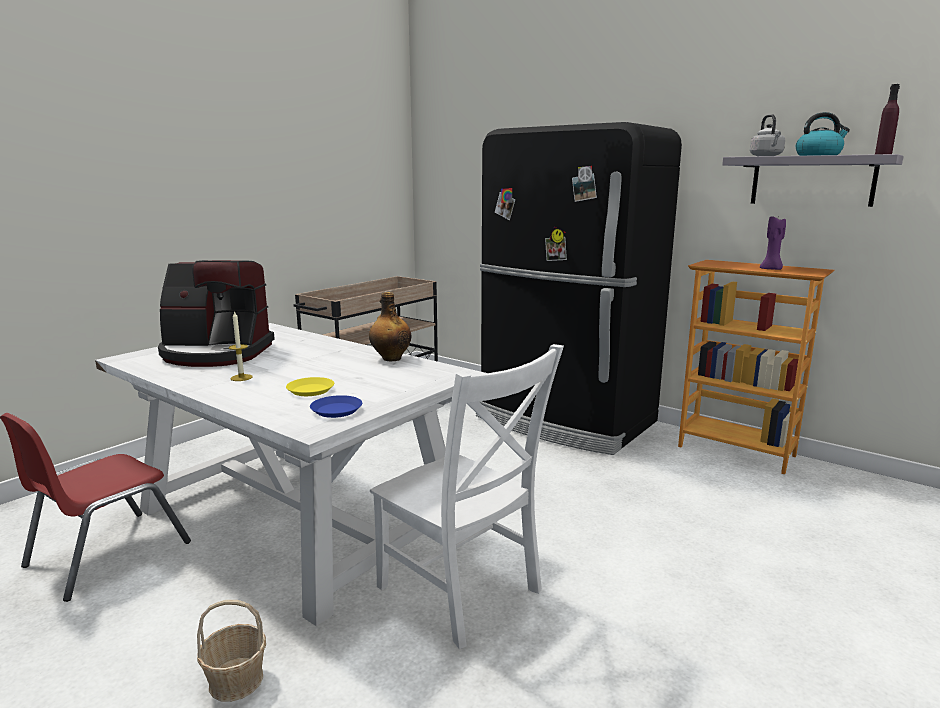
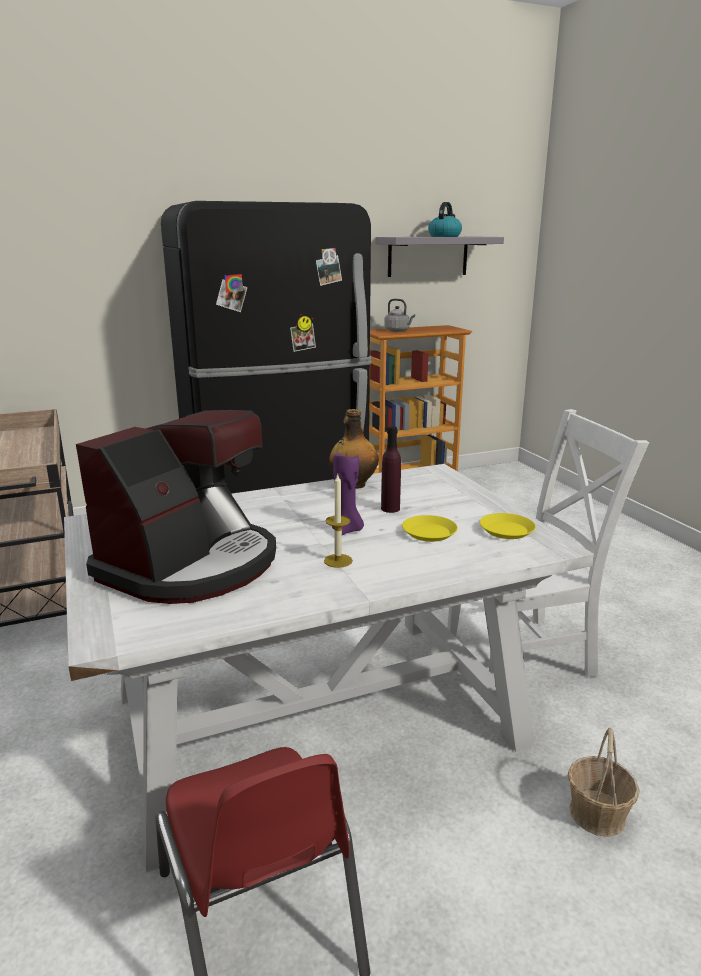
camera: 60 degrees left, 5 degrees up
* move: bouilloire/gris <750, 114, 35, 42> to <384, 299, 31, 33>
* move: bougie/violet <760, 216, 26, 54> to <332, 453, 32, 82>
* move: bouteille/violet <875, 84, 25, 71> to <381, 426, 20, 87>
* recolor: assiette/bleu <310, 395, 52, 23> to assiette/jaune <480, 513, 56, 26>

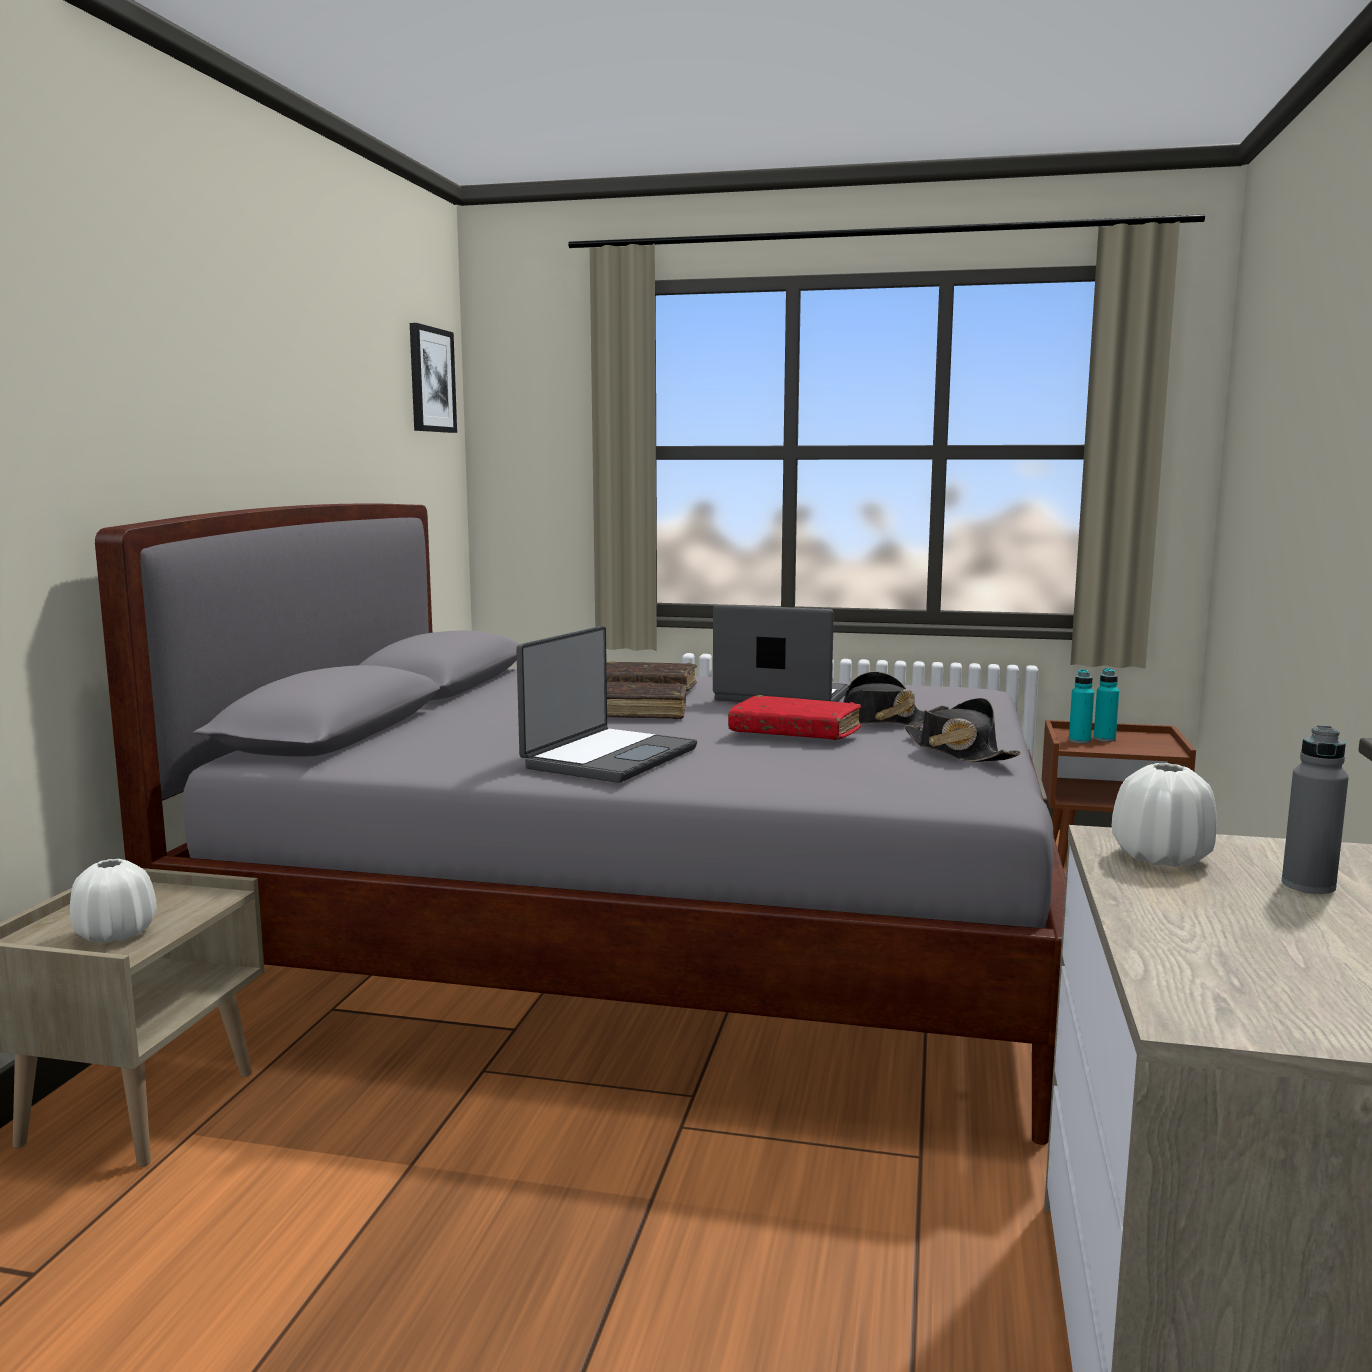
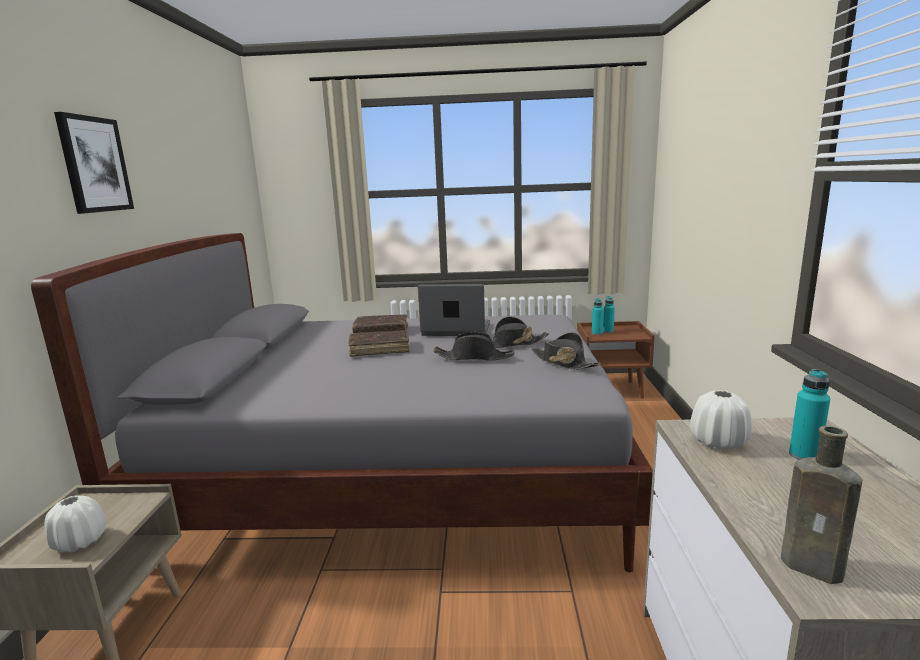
camera: 10 degrees left, 5 degrees up
* delete: ordinateur portable <516, 626, 181, 157>
* insert: bouteille/marron <781, 426, 81, 158>
* move: tableau <410, 323, 47, 110> to <54, 112, 80, 102>
* replace: livre/rouge <728, 695, 133, 45> to chapeau/noir <433, 332, 81, 29>
* recolor: bouteille/gris <1282, 725, 67, 169> to bouteille/turquoise <789, 369, 41, 91>

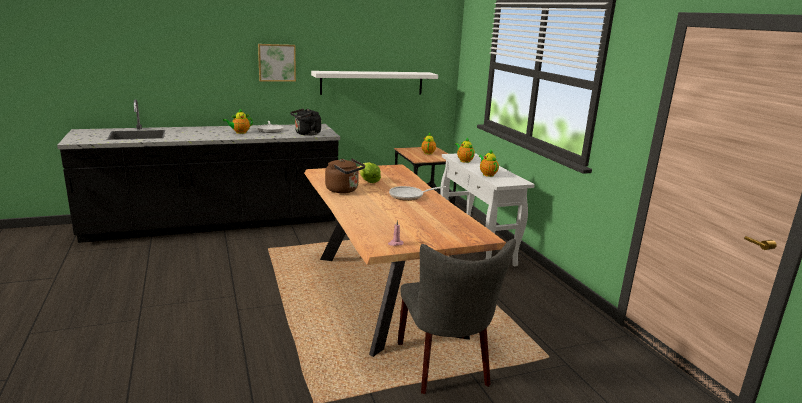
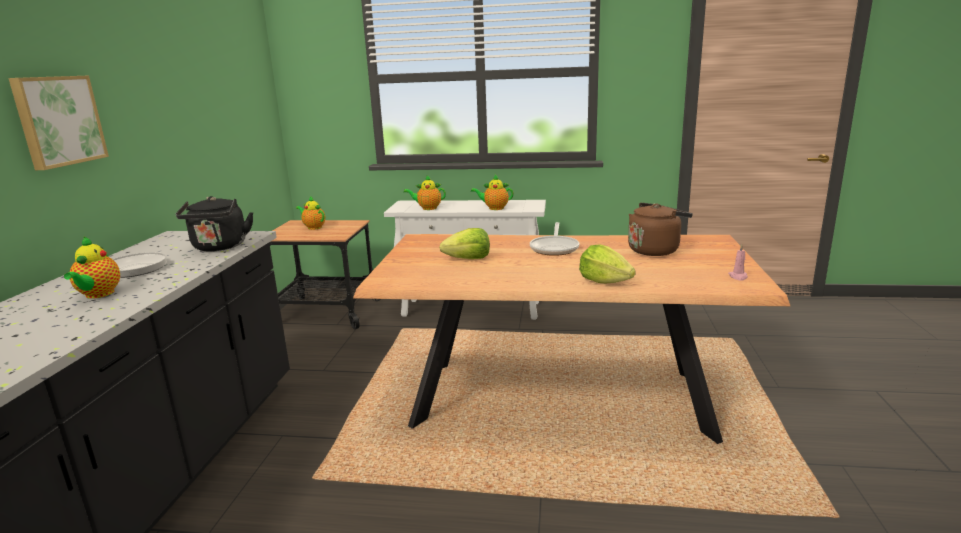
camera: 60 degrees left, 0 degrees up
* delete: étagère/blanc <311, 71, 127, 24>
* delete: chaise/gris <398, 239, 118, 155>
* insert: laitue <579, 244, 57, 39>
* move: bouilloire/marron <325, 158, 40, 35> to <628, 203, 65, 53>

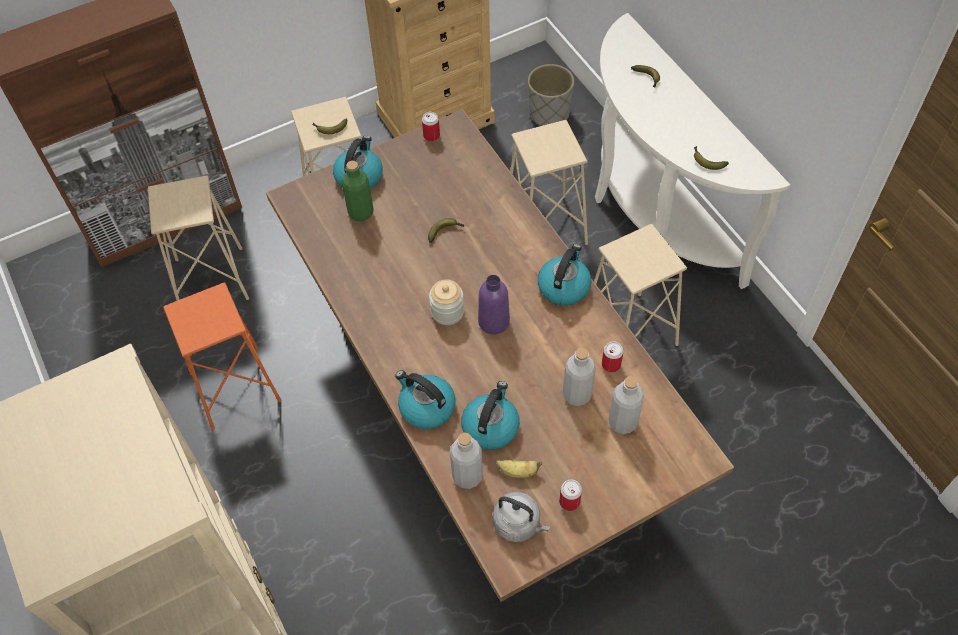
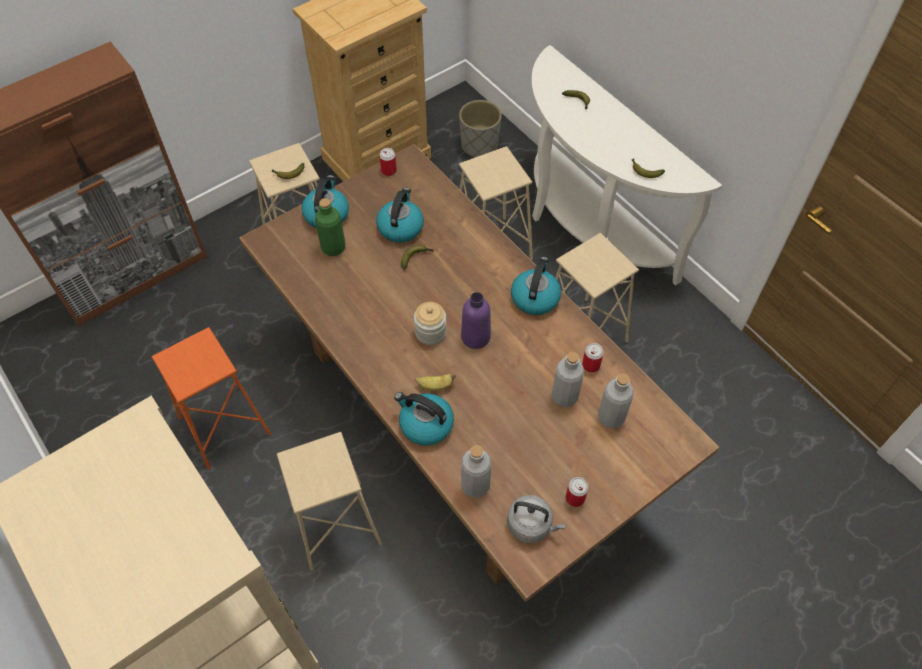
camera: 10 degrees left, 0 degrees up
* move: tabouret/beige <148, 175, 101, 126> to <277, 432, 105, 138>
* move: bouilloire <462, 381, 58, 69> to <376, 188, 48, 55>
* move: banane <496, 460, 46, 18> to <415, 374, 41, 17>

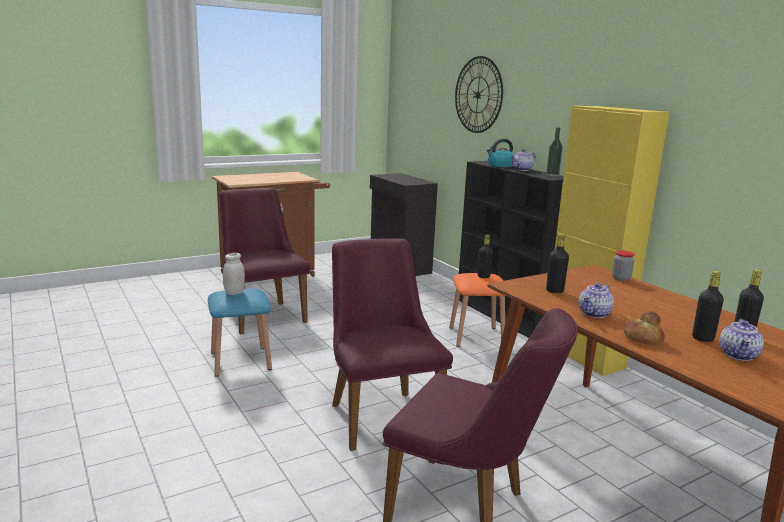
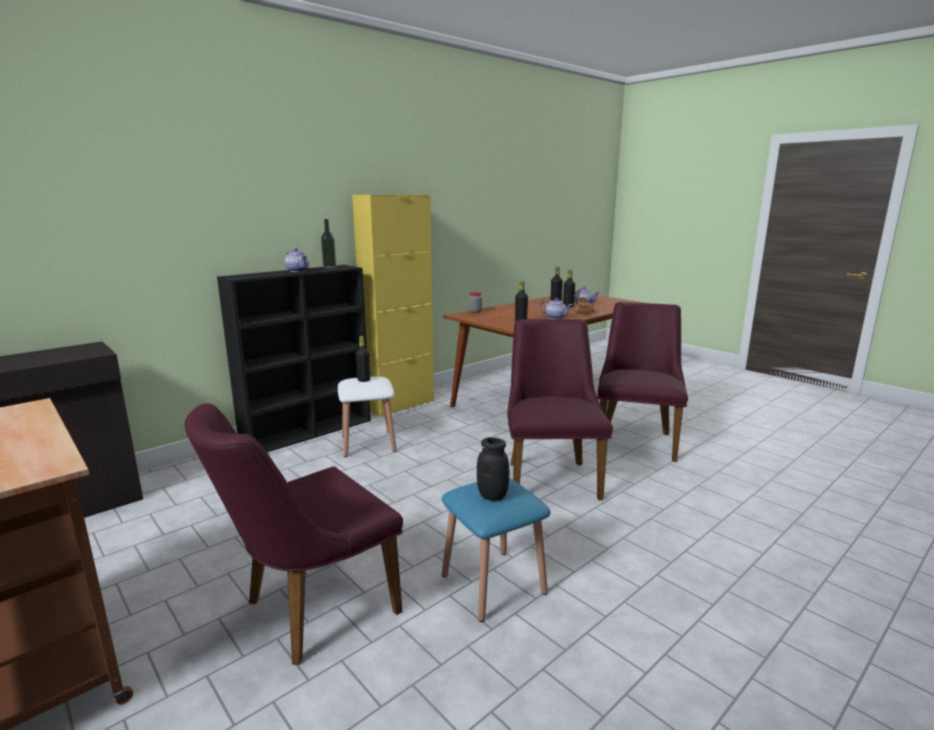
camera: 100 degrees left, 0 degrees up
* delete: horloge murale <455, 56, 48, 77>
* delete: bouilloire <486, 139, 28, 28>
* recolor: bocal/blanc <223, 253, 22, 42> to bocal/noir <477, 437, 32, 64>
* recolor: tabouret/orange <449, 273, 56, 74> to tabouret/blanc <338, 376, 59, 81>
* rotate: chaise/violet <332, 238, 121, 213> = <507, 319, 106, 181> 120 degrees clockwise

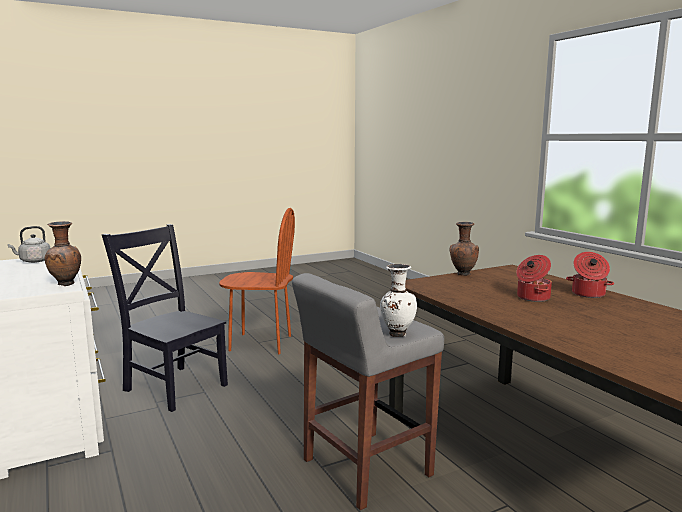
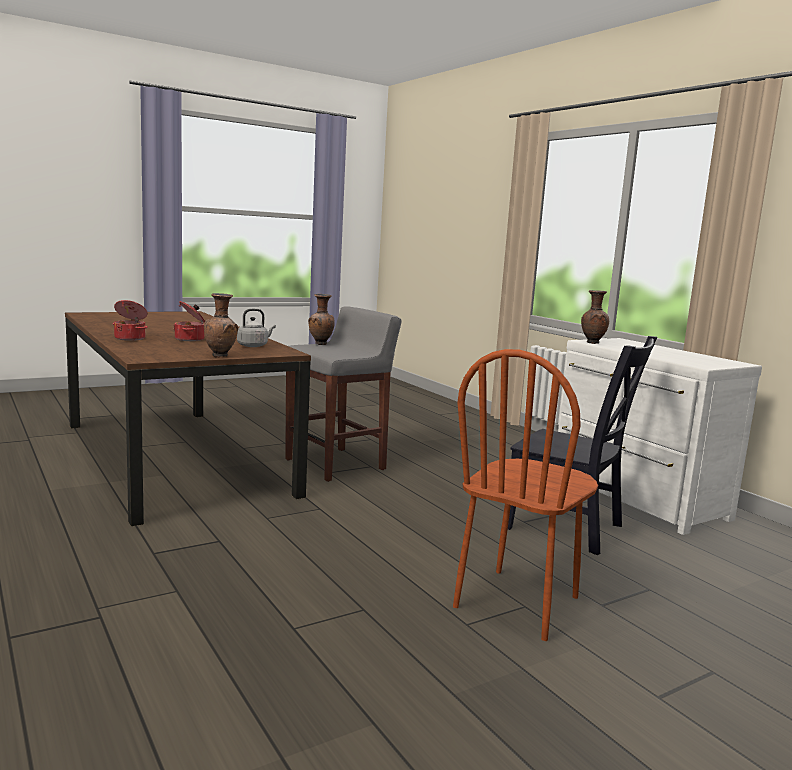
camera: 175 degrees right, 0 degrees up
* move: bouilloire/gris <8, 226, 43, 37> to <237, 309, 39, 38>
* recolor: vase/blanc <380, 264, 37, 73> to vase/marron <308, 294, 27, 51>
* rotate: chaise/marron <219, 208, 76, 146> = <453, 349, 145, 292> 60 degrees counterclockwise

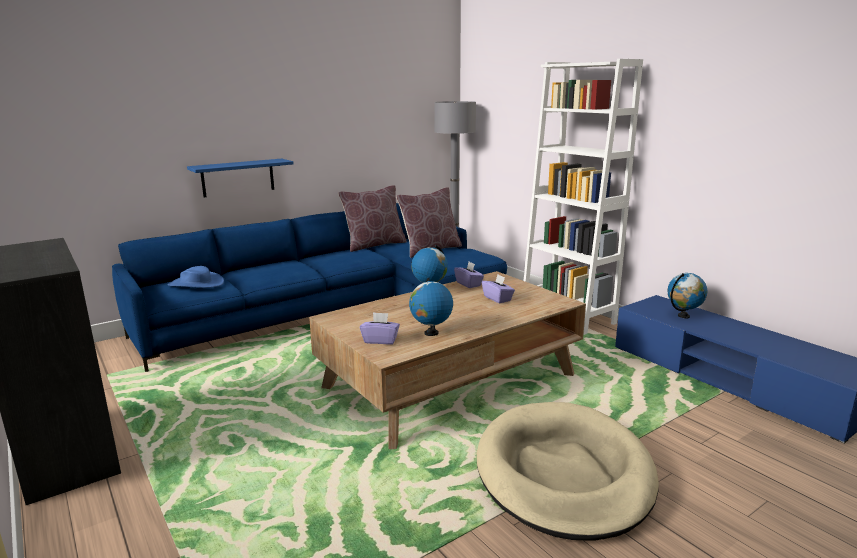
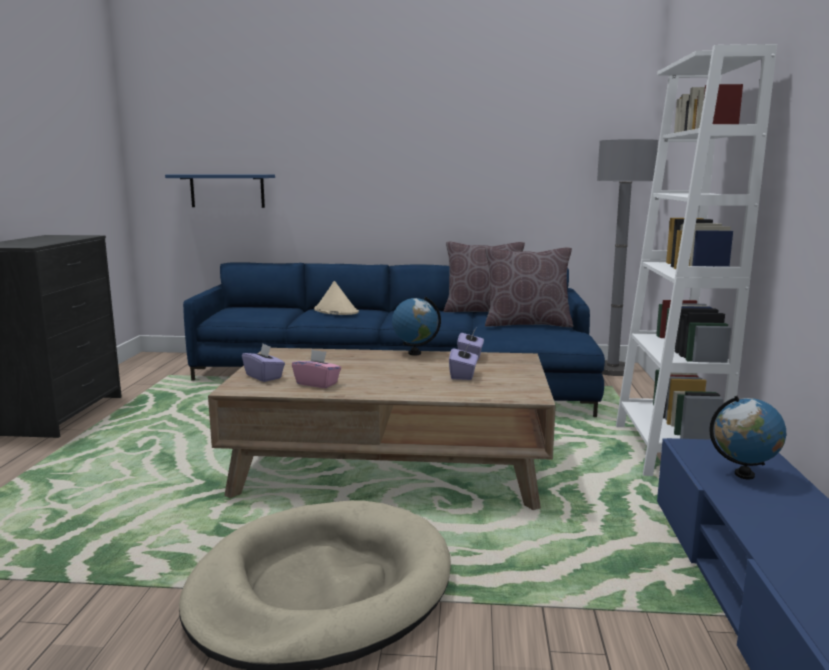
camera: 40 degrees right, 5 degrees down
* delete: chapeau/bleu <168, 266, 56, 22>
* insert: chapeau/beige <314, 281, 45, 34>
* move: étagère/bleu <187, 159, 107, 38> to <165, 174, 110, 34>
* replace: globe <409, 278, 44, 58> to boîte à mouchoirs/rose <292, 350, 49, 38>

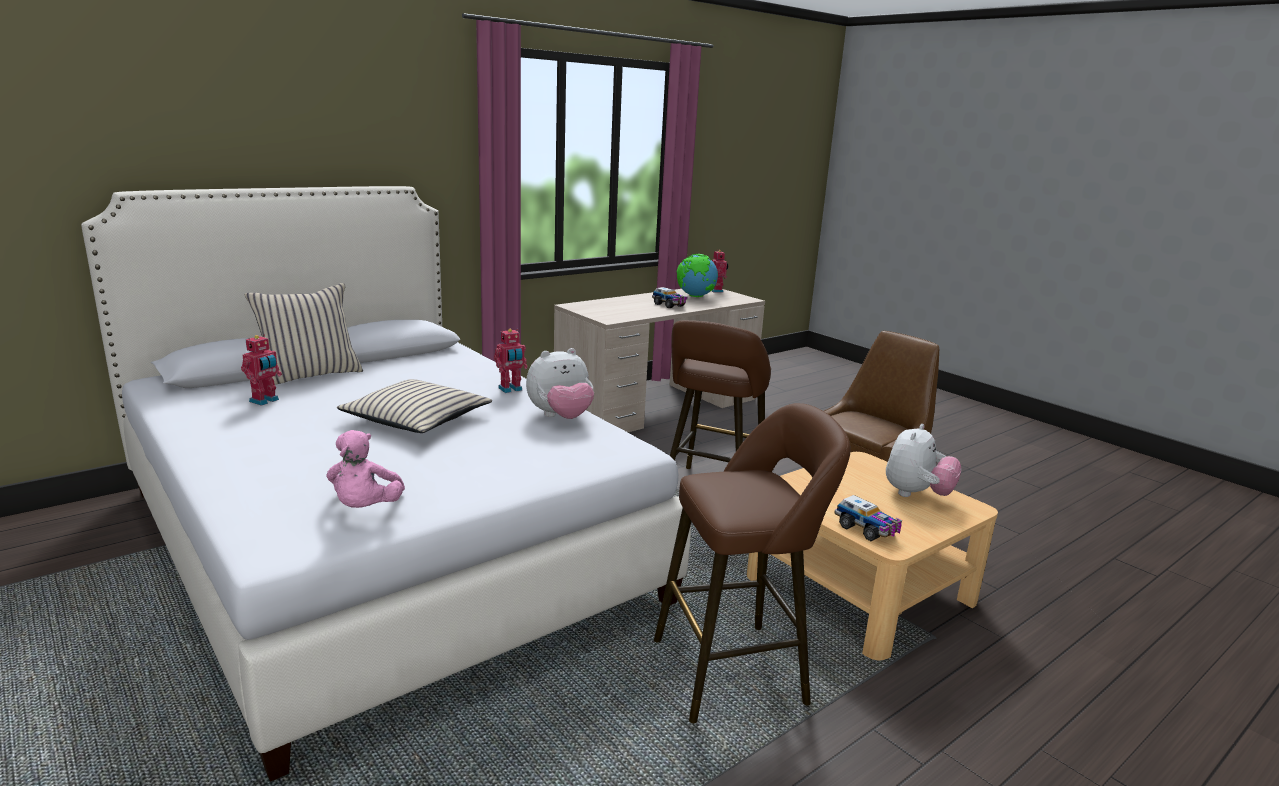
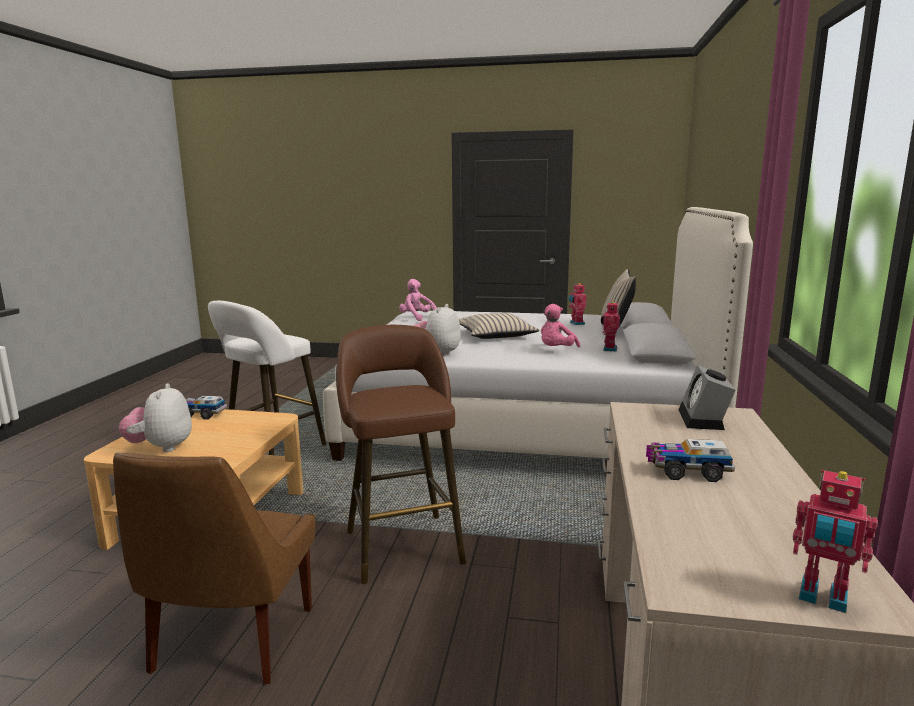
camera: 140 degrees right, 5 degrees down
* delete: globe <677, 254, 41, 43>
* insert: peluche/rose <541, 304, 39, 43>
* insert: réveil <679, 365, 57, 65>
* move: robot jouet <494, 329, 34, 64> to <601, 301, 19, 51>
* recolor: tabouret/marron <654, 403, 197, 320> to tabouret/blanc <208, 301, 118, 154>

